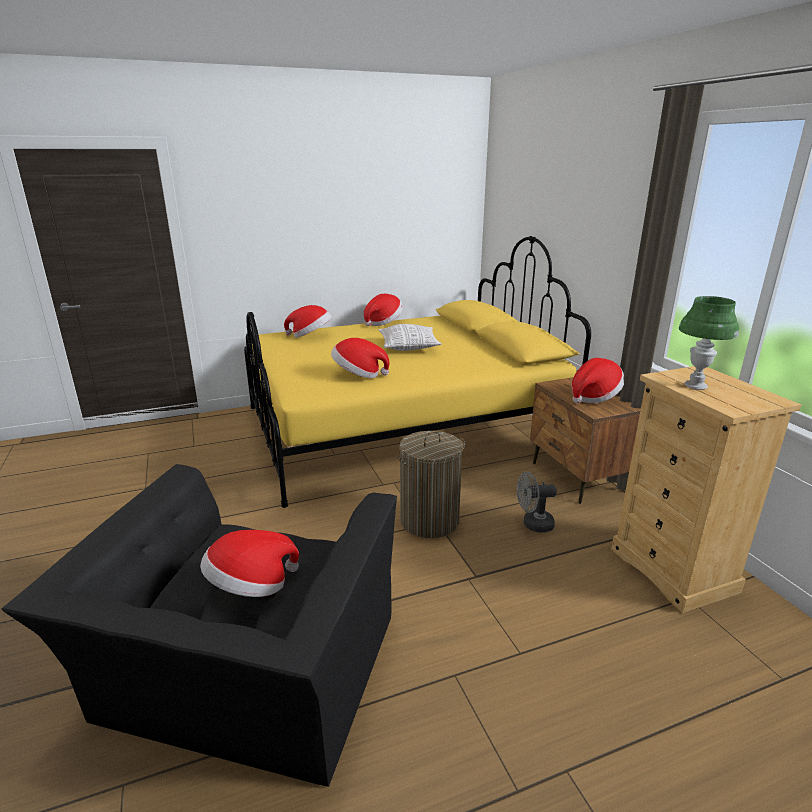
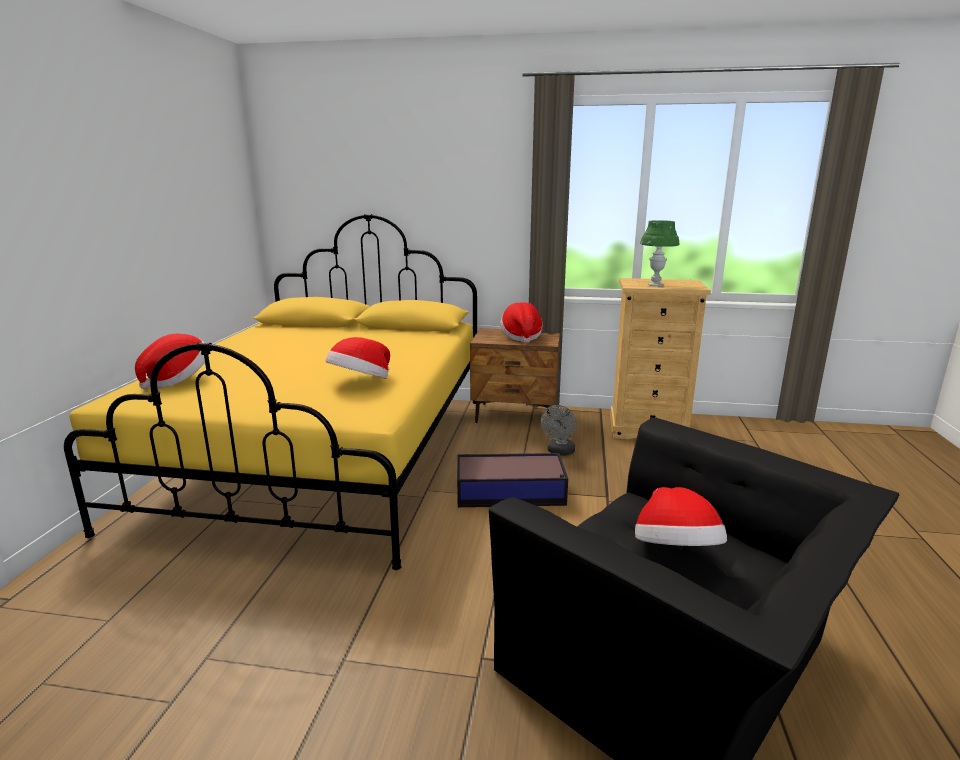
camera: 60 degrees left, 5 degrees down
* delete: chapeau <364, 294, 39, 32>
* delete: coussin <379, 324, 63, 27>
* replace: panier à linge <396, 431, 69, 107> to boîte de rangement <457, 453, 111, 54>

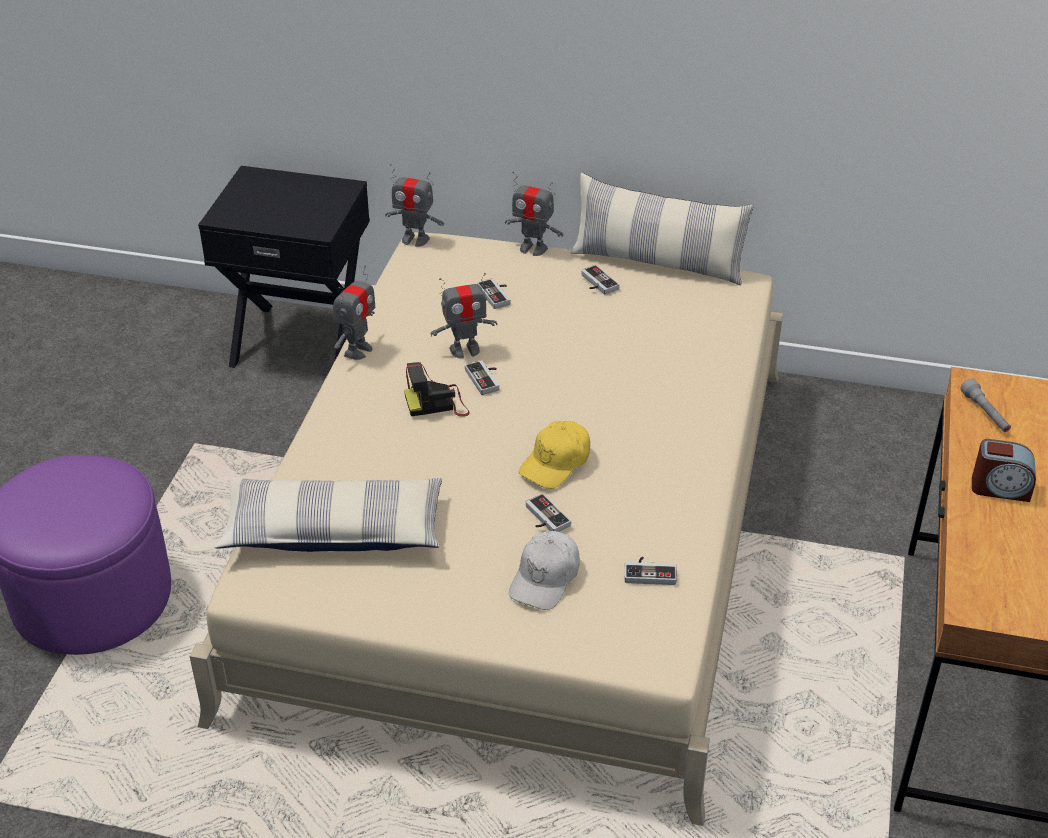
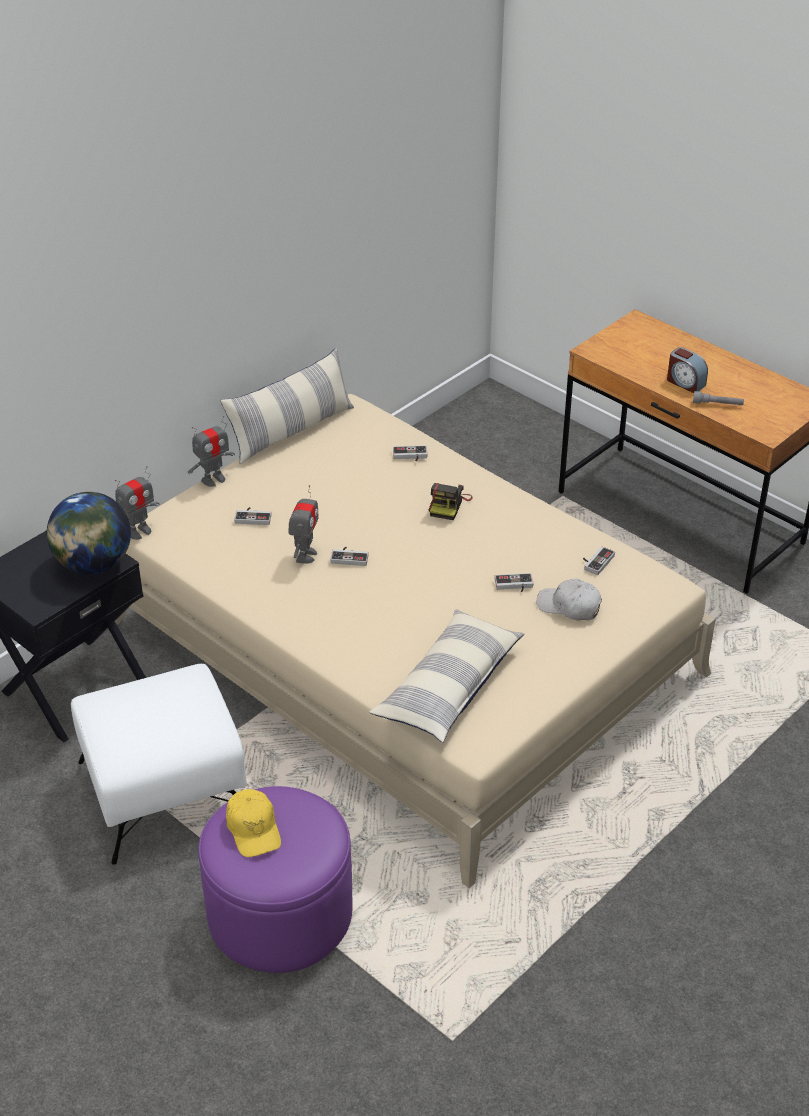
camera: 60 degrees left, 0 degrees up
* delete: robot jouet <333, 265, 42, 95>
* insert: globe <47, 492, 84, 82>
* insert: pouf/blanc <71, 664, 176, 201>
* move: appareil photo <404, 362, 66, 55> to <428, 483, 44, 37>
* move: casquette/jaune <519, 421, 71, 68> to <226, 789, 55, 68>
* move: manette <581, 265, 38, 30> to <393, 446, 34, 15>
* move: lampe de poche/gris <960, 379, 51, 53> to <693, 391, 51, 14>
* rotate: casquette/blanc <509, 531, 71, 79> = <537, 578, 65, 42> 150 degrees clockwise
* rotate: réveil <972, 439, 64, 63> = <667, 347, 41, 46> 90 degrees clockwise

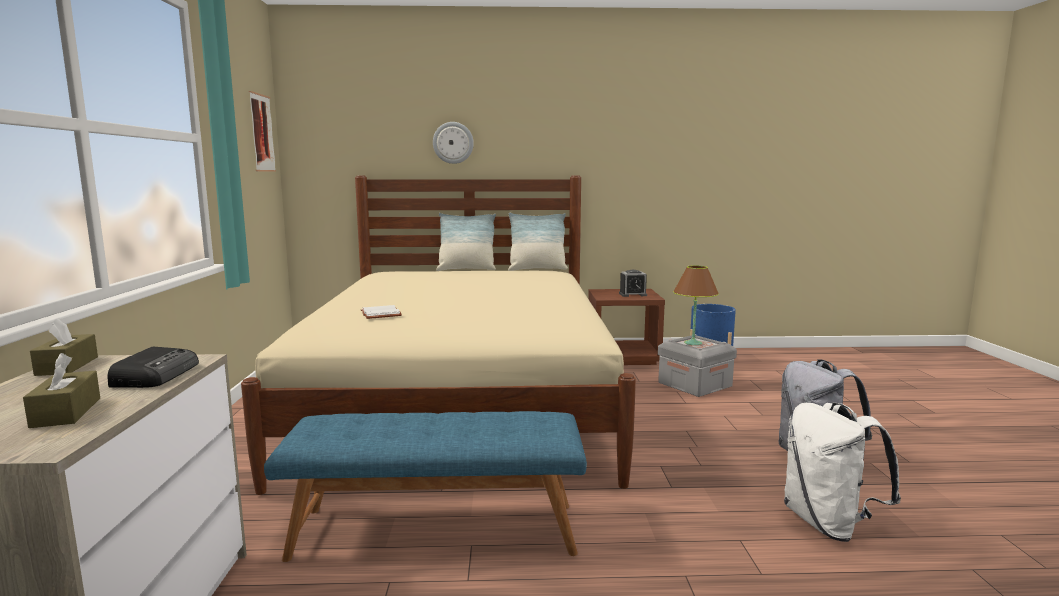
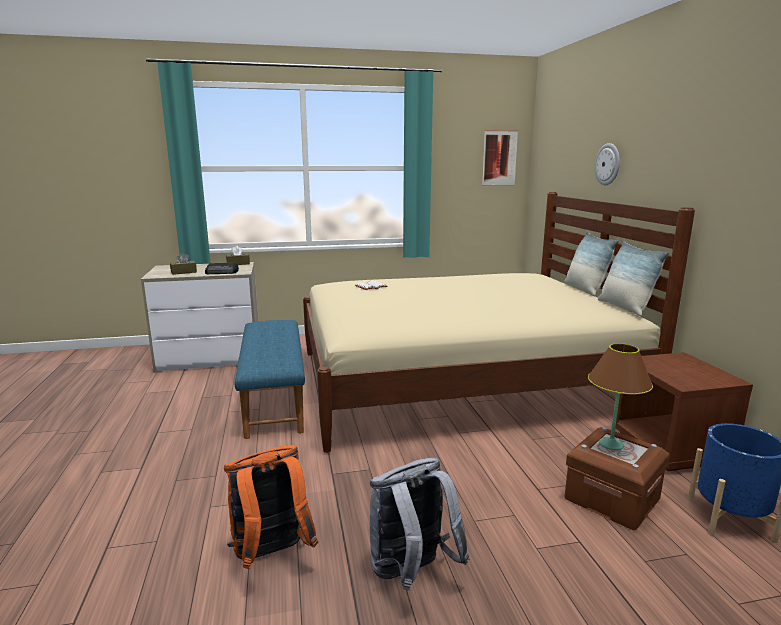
camera: 80 degrees right, 5 degrees up
* delete: réveil <619, 270, 28, 27>
* recolor: boîte de rangement/gris <658, 334, 79, 63> to boîte de rangement/marron <565, 427, 105, 103>
* recolor: sac à dos/blanc <784, 402, 117, 140> to sac à dos/orange <224, 445, 94, 124>

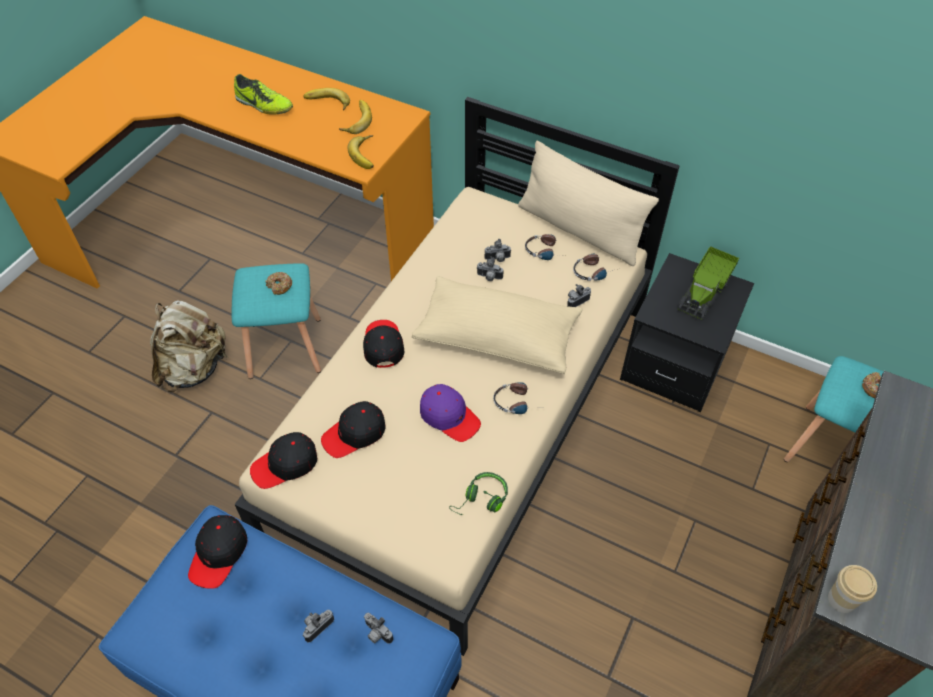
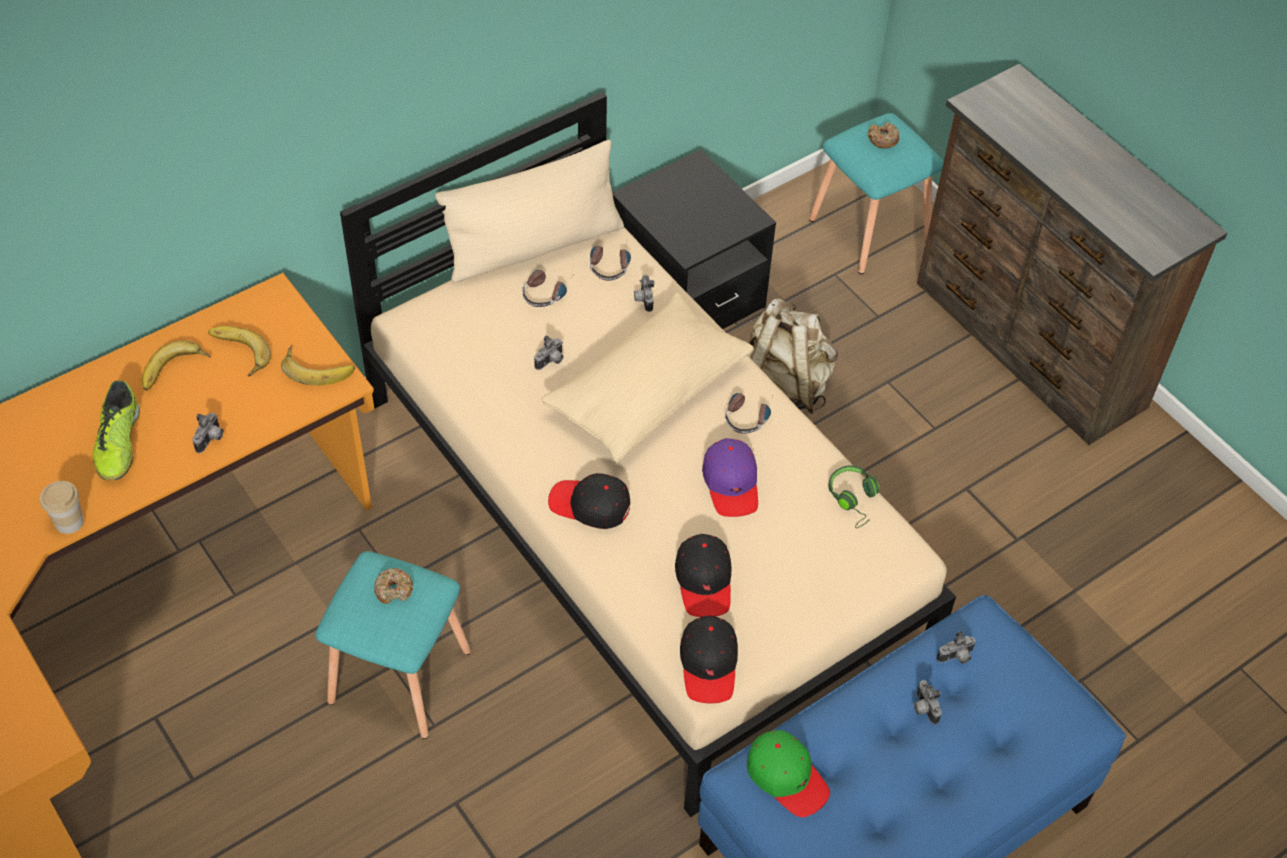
camera: 65 degrees left, 0 degrees up
* delete: camion jouet <678, 246, 61, 75>
* move: sac à dos/beige <150, 300, 78, 92> to <748, 299, 90, 115>
* move: appareil photo <485, 239, 26, 23> to <192, 413, 32, 40>
* move: tasse <828, 565, 49, 48> to <40, 481, 44, 53>
* recolor: casquette/noir <188, 515, 59, 73> to casquette/vert <747, 730, 83, 87>
* rotate: chaussure <234, 74, 59, 41> = <93, 381, 47, 99> 120 degrees clockwise
* rotate: casquette/violet <420, 384, 61, 58> = <702, 438, 56, 79> 105 degrees clockwise

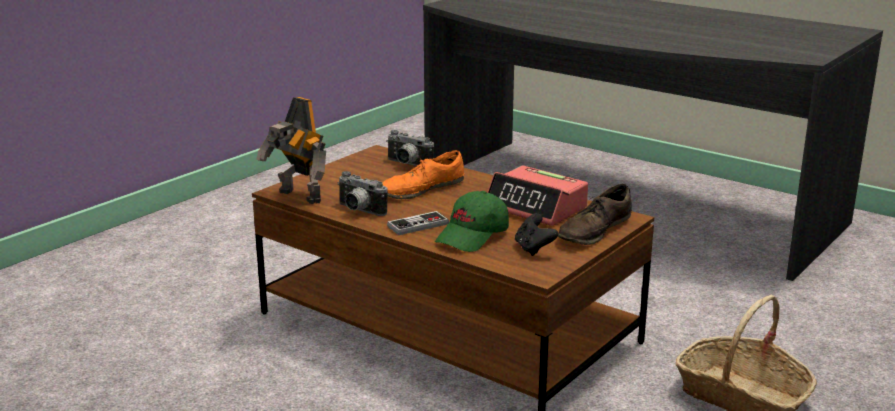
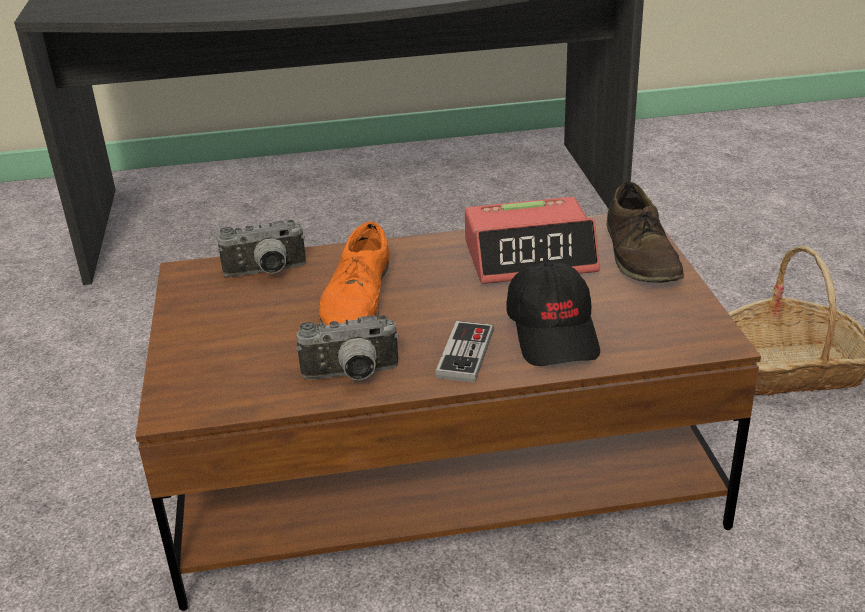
camera: 45 degrees left, 10 degrees up
* delete: robot jouet <256, 97, 70, 107>
* delete: manette/noir <515, 213, 43, 43>
* recolor: casquette/vert <435, 191, 74, 61> to casquette/noir <507, 262, 93, 104>

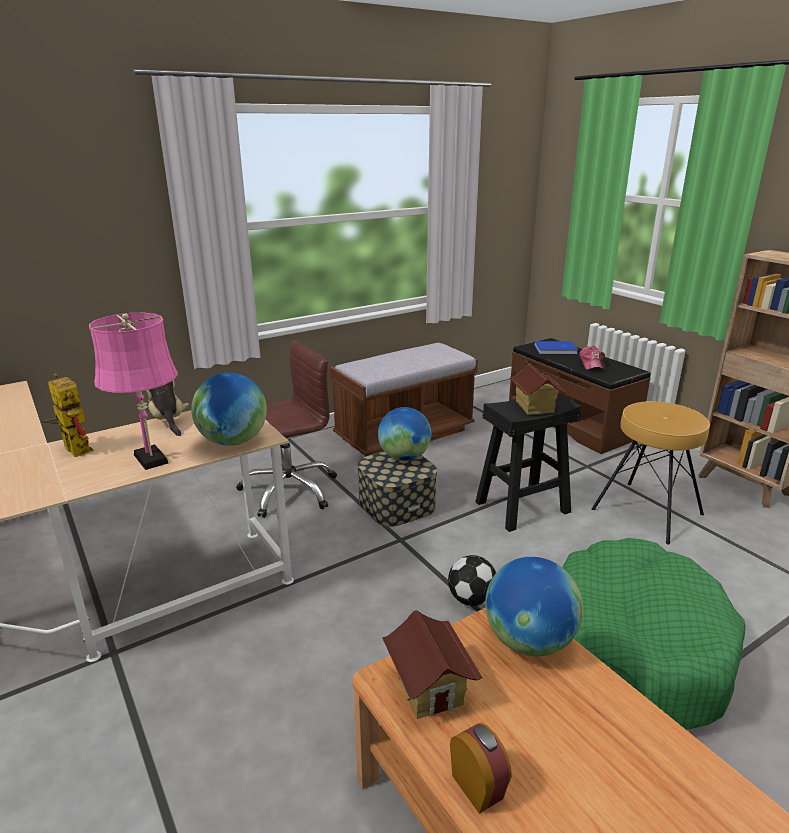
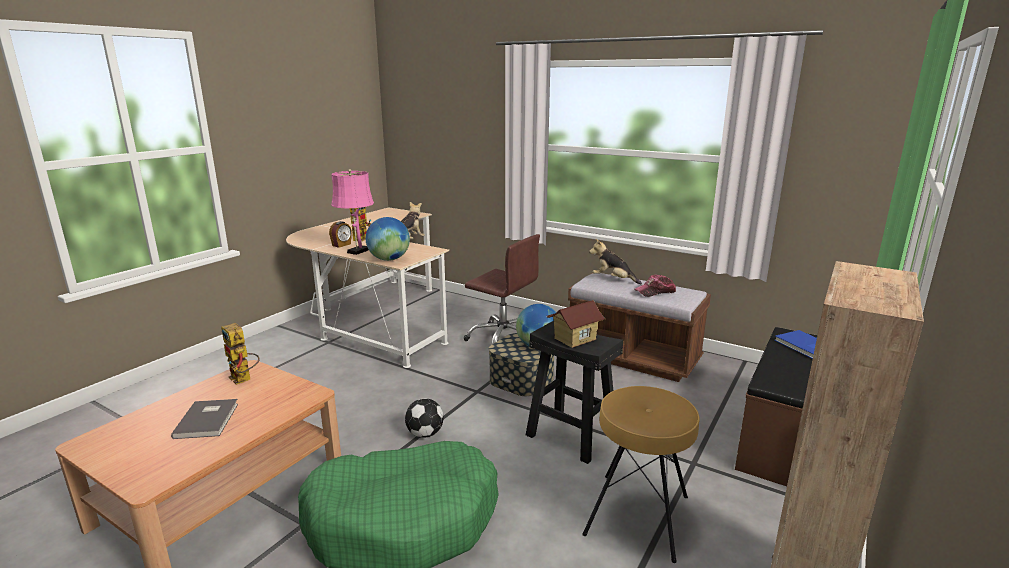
camera: 65 degrees right, 5 degrees down
* delete: globe <485, 557, 98, 99>
* insert: livre/gris <171, 399, 67, 40>
* insert: peluche <589, 239, 53, 45>
* move: réveil <450, 723, 62, 91> to <329, 221, 23, 27>
* move: casquette <579, 346, 27, 24> to <634, 275, 42, 22>
* replace: maison miniature <382, 610, 101, 109> to robot jouet <221, 323, 39, 62>

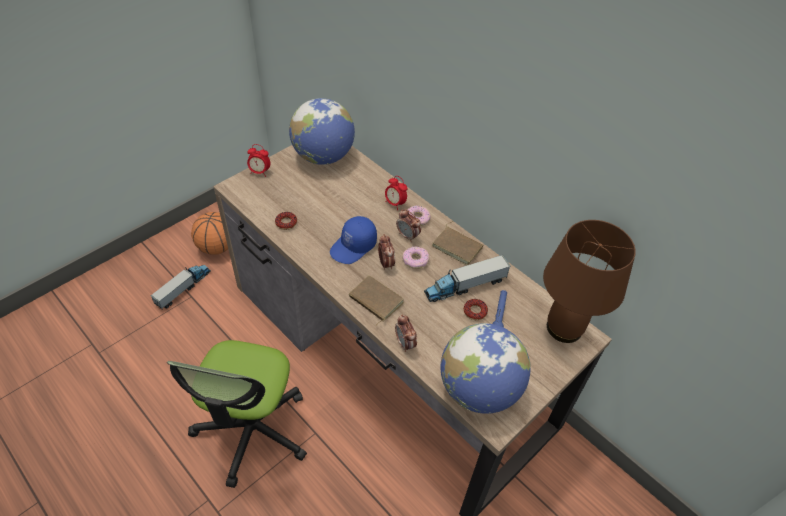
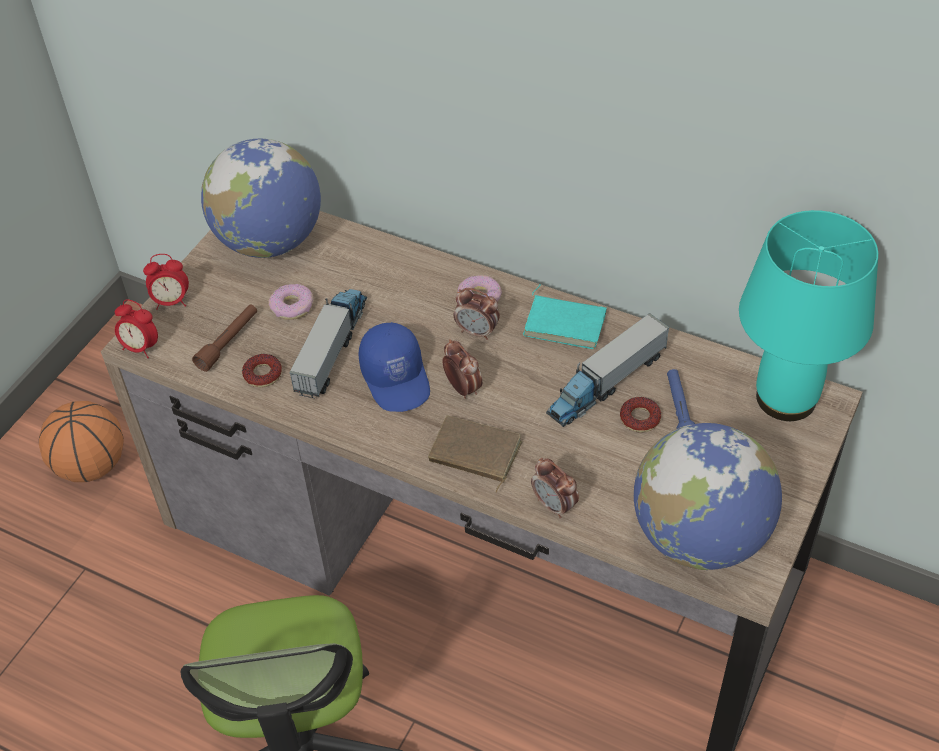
camera: 15 degrees left, 0 degrees up
* insert: lampe de poche/marron <192, 304, 65, 68>
* move: camion jouet <151, 265, 60, 45> to <289, 289, 78, 109>
* move: réveil <385, 176, 22, 34> to <115, 299, 43, 59>
* move: beignet <402, 247, 27, 22> to <268, 284, 45, 36>
* recolor: livre/marron <431, 221, 52, 44> to livre/turquoise <523, 284, 84, 65>
* recolor: lampe de table/marron <543, 220, 93, 123> to lampe de table/turquoise <739, 210, 139, 211>
* rotate: casquette/bleu <330, 216, 47, 48> = <359, 322, 71, 90> 45 degrees counterclockwise

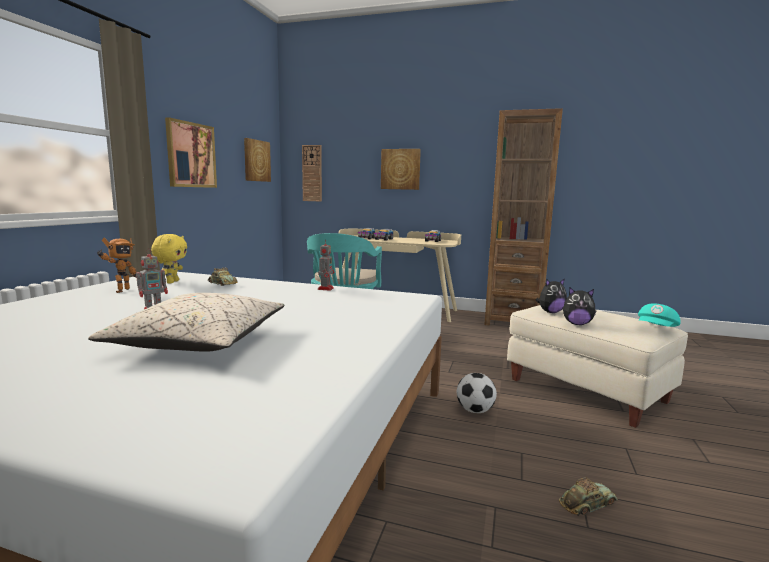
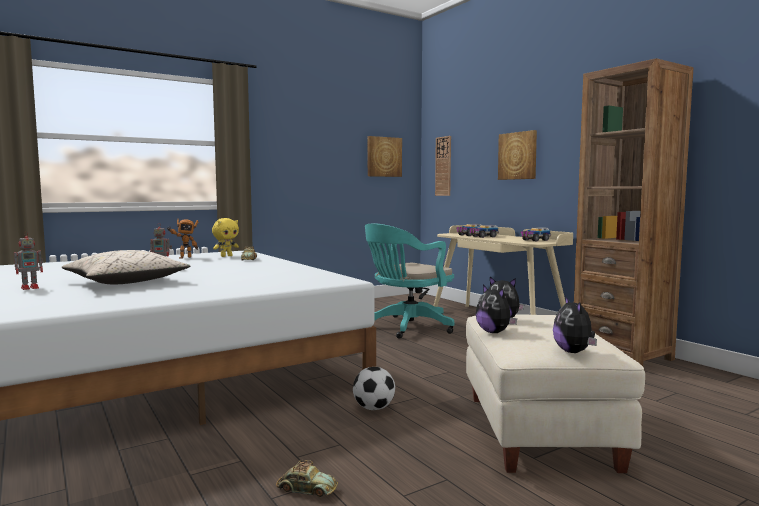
camera: 40 degrees right, 5 degrees down
* delete: tableau <165, 117, 52, 71>
* move: robot jouet <317, 239, 17, 52> to <14, 231, 29, 59>
* replace: casquette/turquoise <638, 304, 43, 23> to peluche <553, 296, 44, 57>

